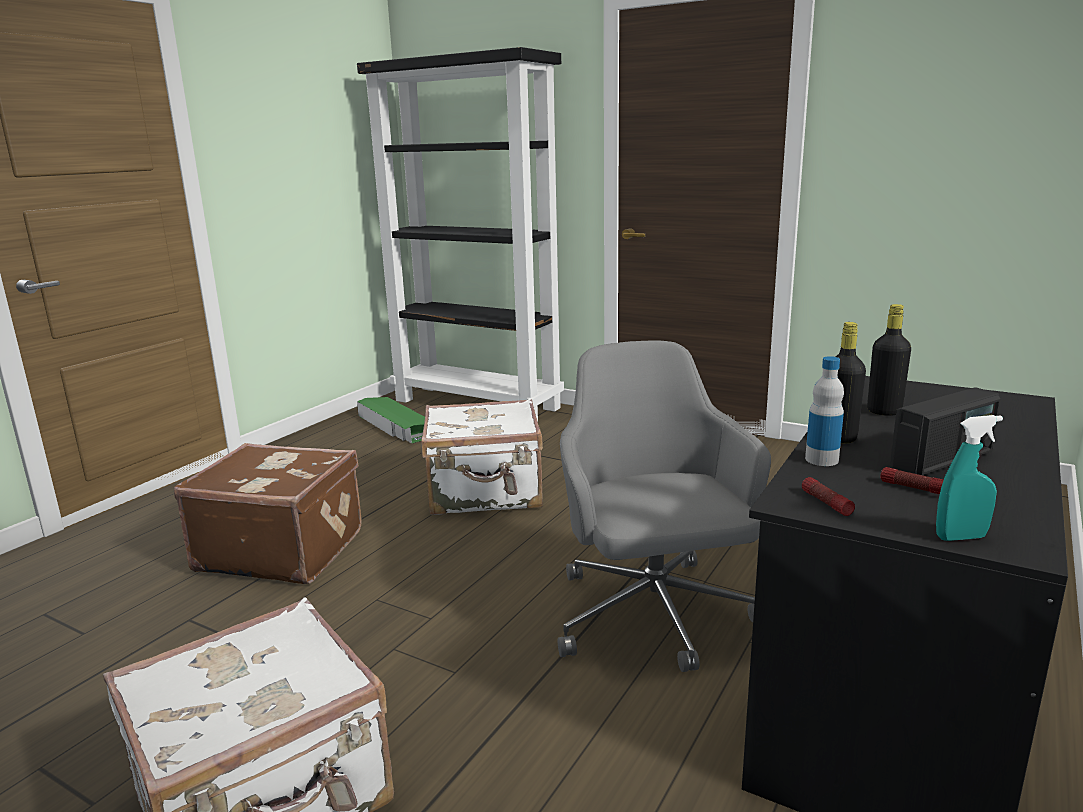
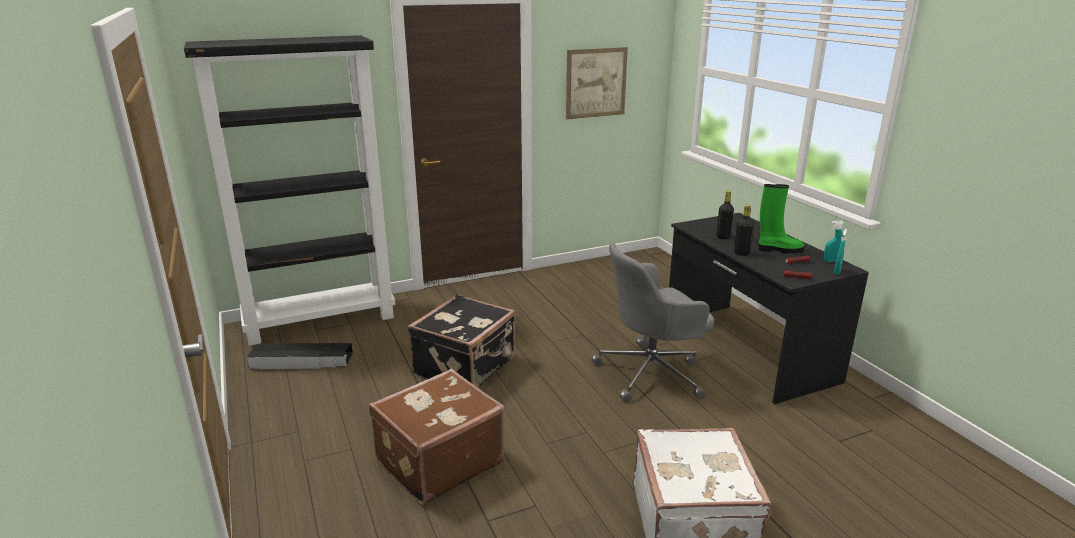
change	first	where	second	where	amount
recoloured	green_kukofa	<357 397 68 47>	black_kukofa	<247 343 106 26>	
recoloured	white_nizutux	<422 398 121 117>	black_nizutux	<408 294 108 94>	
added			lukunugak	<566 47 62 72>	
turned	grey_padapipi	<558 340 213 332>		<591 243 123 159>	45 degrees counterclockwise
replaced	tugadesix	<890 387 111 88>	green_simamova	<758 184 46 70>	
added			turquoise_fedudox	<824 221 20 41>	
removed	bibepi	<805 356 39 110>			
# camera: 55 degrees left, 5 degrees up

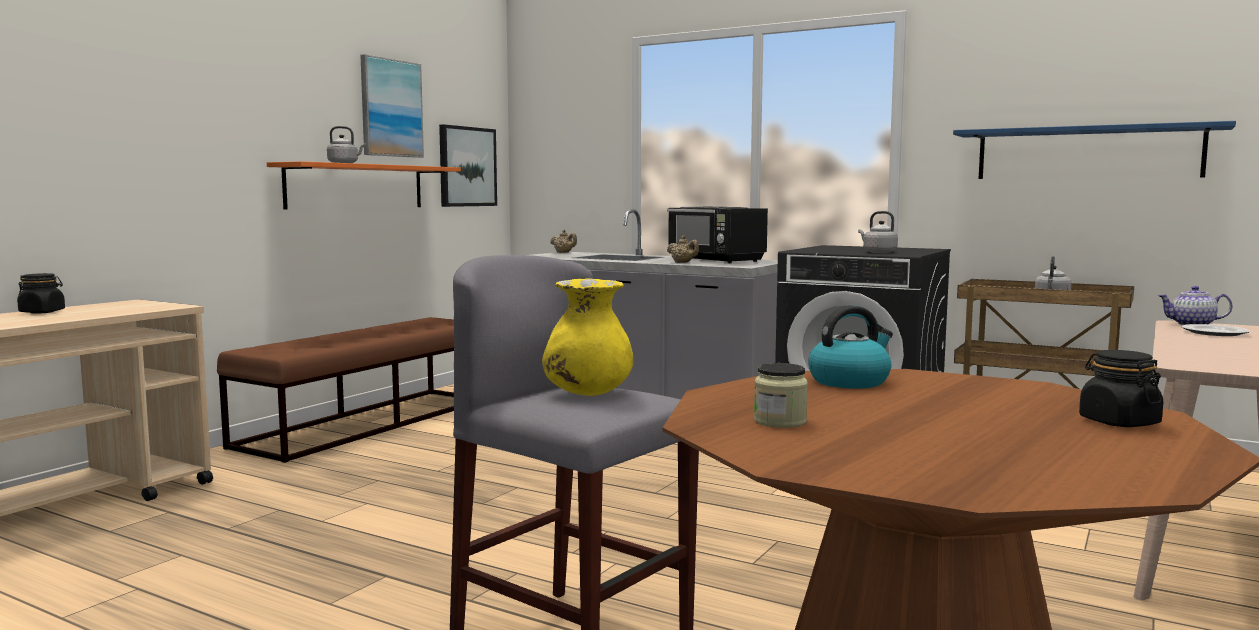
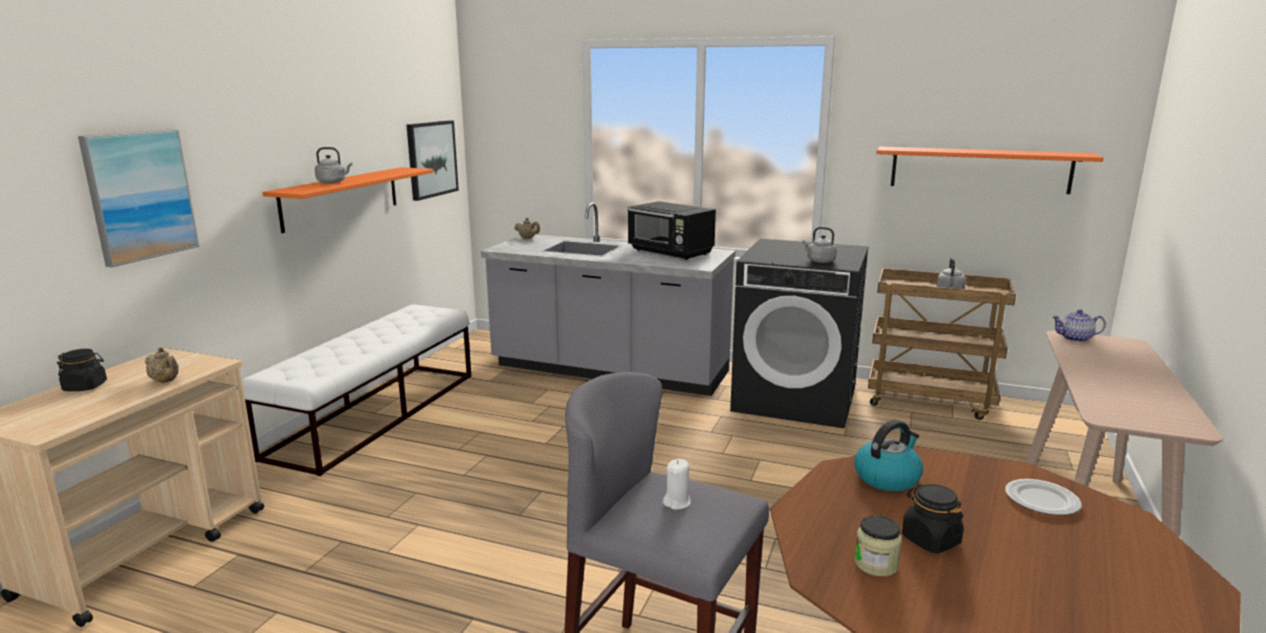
change	first	where	second	where	amount
moved	lukunugak	<360 54 64 104>		<78 129 122 138>	
moved	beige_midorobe	<667 236 32 27>		<145 347 34 36>	
recoloured	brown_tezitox	<217 317 237 146>	white_tezitox	<242 304 229 172>	
replaced	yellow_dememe	<542 278 91 118>	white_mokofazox	<662 459 29 51>	
recoloured	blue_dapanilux	<953 121 283 58>	orange_dapanilux	<876 146 228 48>	
moved	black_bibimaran	<1079 350 84 77>		<902 484 62 70>	
moved	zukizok	<1181 324 69 12>		<1005 479 77 36>	
# camera: 10 degrees left, 10 degrees up

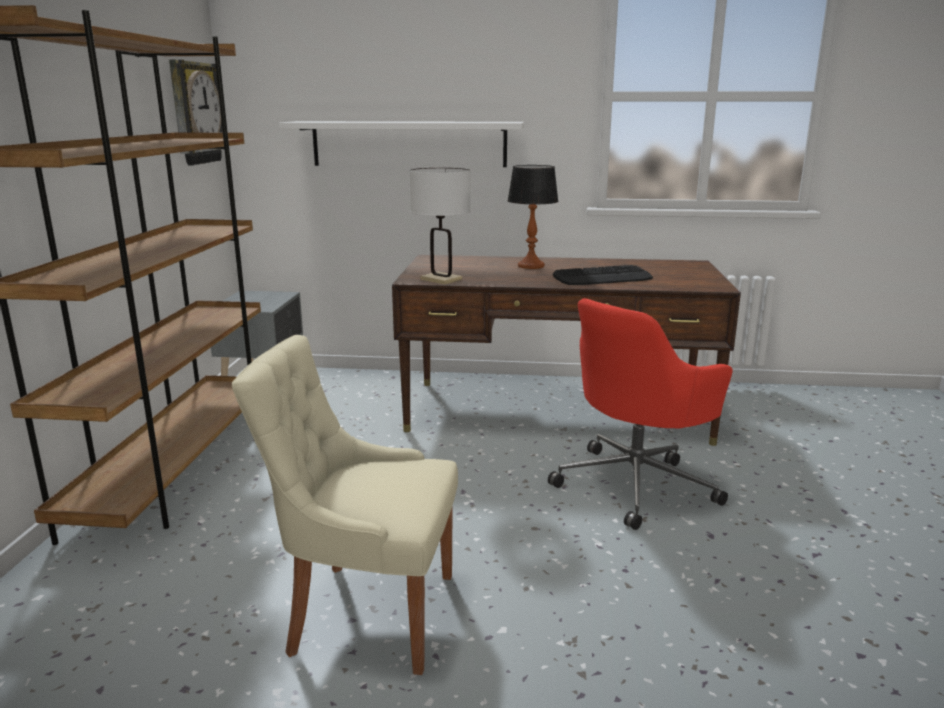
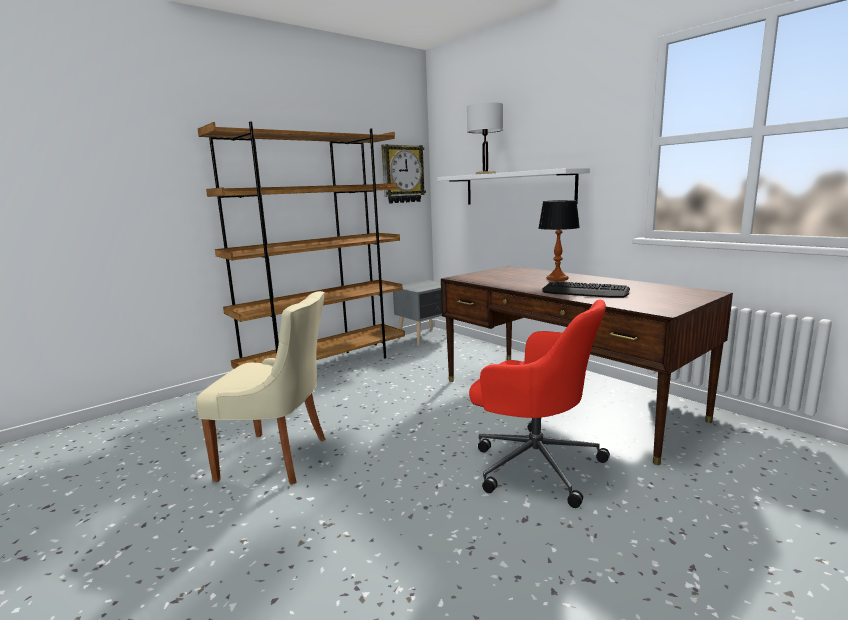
change	first	where	second	where	amount
turned	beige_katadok	<232 335 226 340>		<196 291 130 194>	135 degrees clockwise
moved	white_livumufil	<409 168 61 116>		<467 102 36 72>	
turned	red_padapipi	<548 298 185 232>		<469 299 141 209>	150 degrees counterclockwise
# camera: 45 degrees right, 5 degrees down

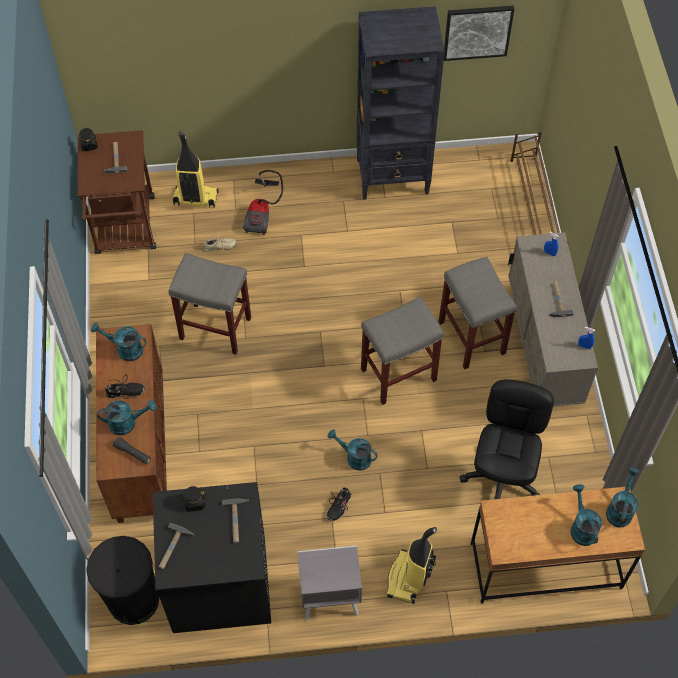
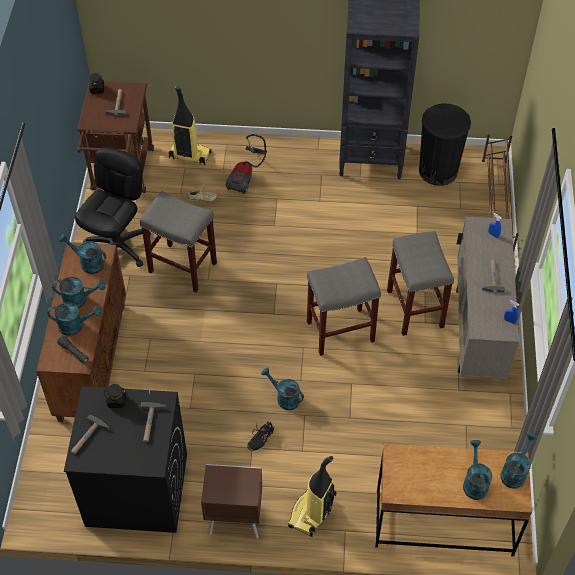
change	first	where	second	where	amount
replaced	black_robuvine	<105 375 40 25>	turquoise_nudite	<52 277 53 31>	
moved	black_padapipi	<460 379 94 120>		<75 147 76 120>	
recoloured	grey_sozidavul	<298 545 64 76>	brown_sozidavul	<201 464 61 75>	
moved	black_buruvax	<86 536 74 89>		<419 103 52 83>	
removed	lukunugak	<444 6 70 55>			
# camera: 10 degrees right, 5 degrees down

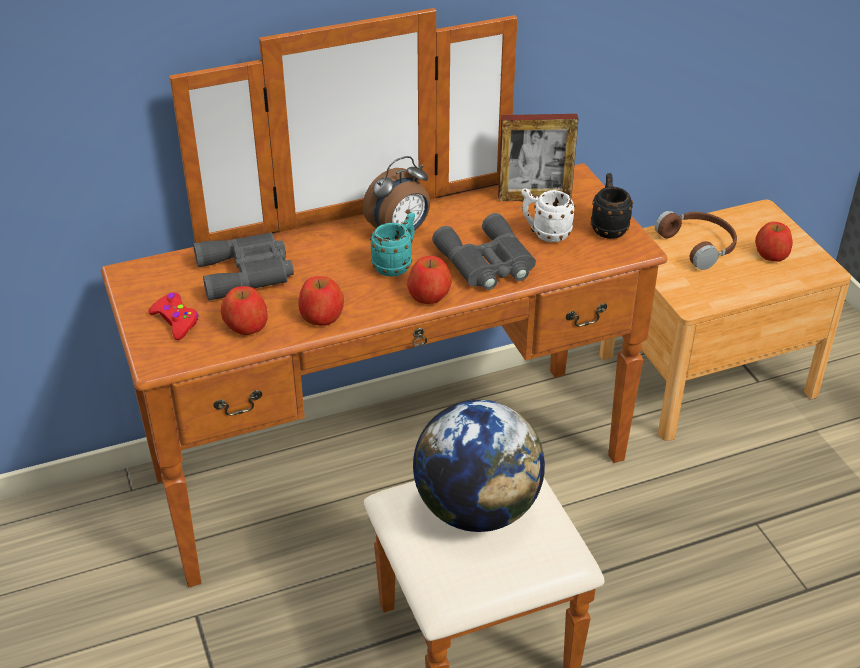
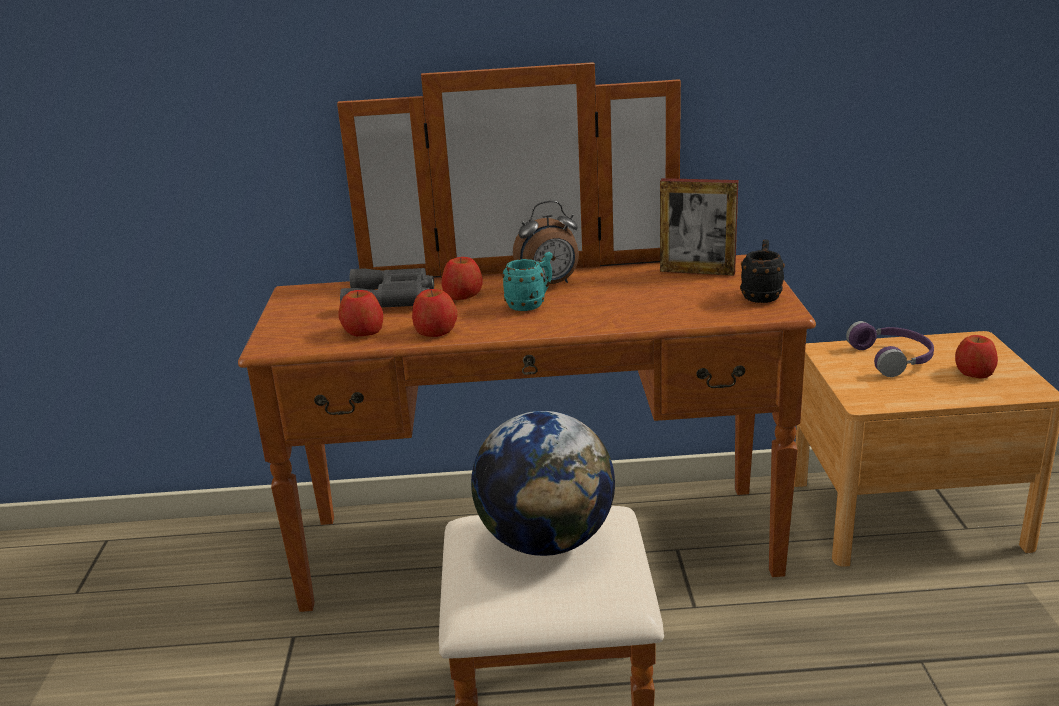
change	first	where	second	where	amount
moved	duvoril	<407 256 45 48>		<441 257 42 43>	
recoloured	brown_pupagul	<655 211 82 59>	purple_pupagul	<846 321 88 56>	
removed	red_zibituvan	<148 292 50 48>			
removed	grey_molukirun	<432 213 104 77>			
removed	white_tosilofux	<521 189 54 53>			
# camera: 20 degrees right, 15 degrees down

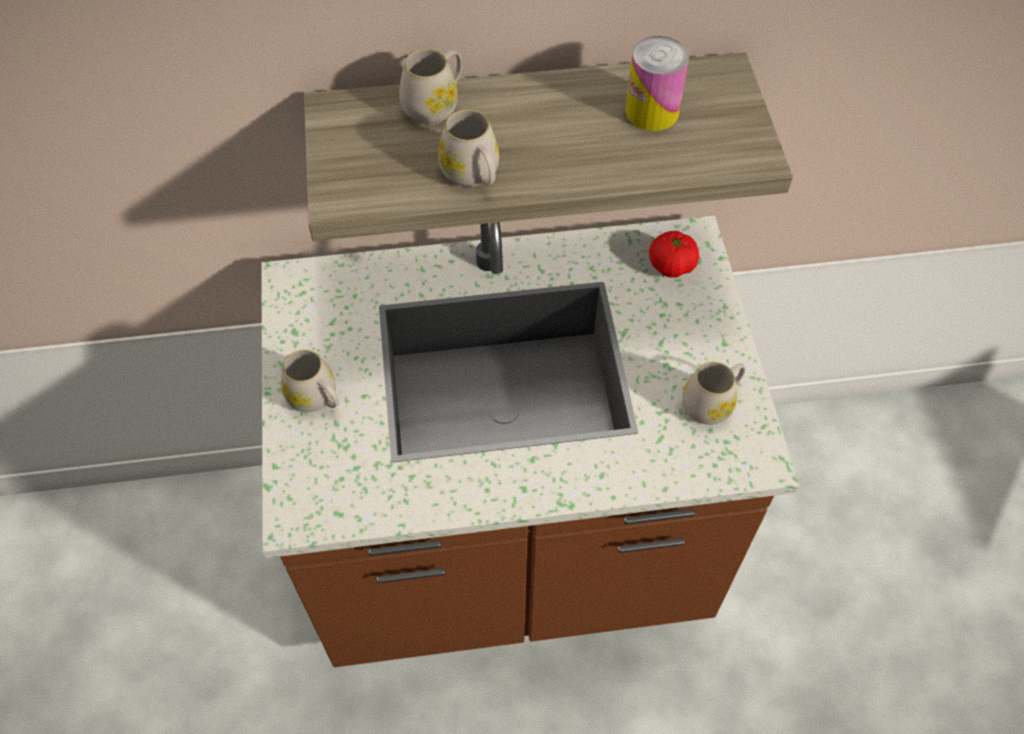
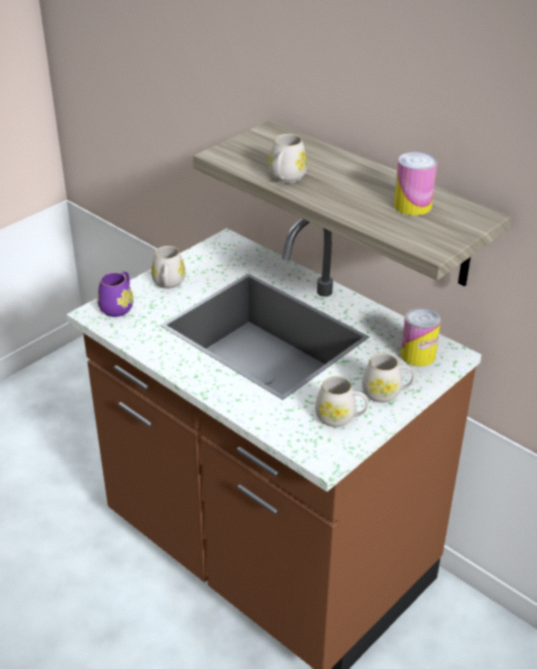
change	first	where	second	where	amount
added			purple_tosilofux	<97 271 36 46>	
moved	white_tosilofux	<399 49 63 76>		<362 353 52 50>	
replaced	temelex	<649 231 50 46>	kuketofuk	<401 308 40 58>	
# camera: 50 degrees right, 20 degrees down

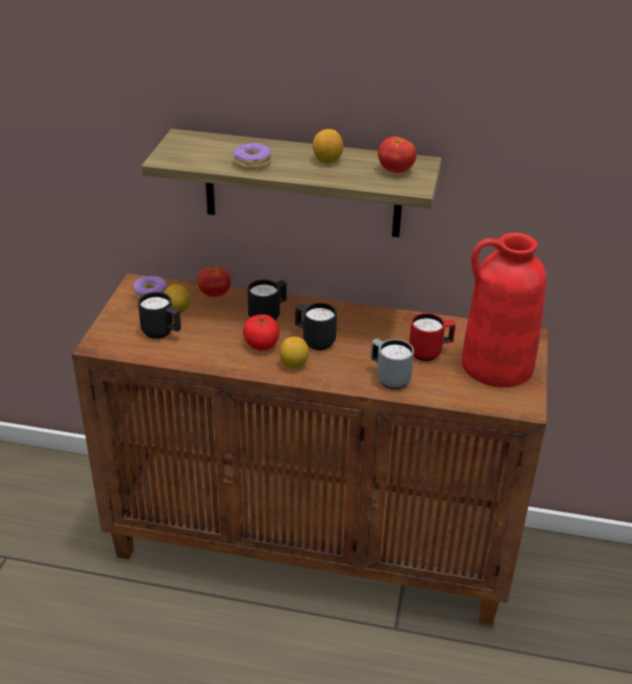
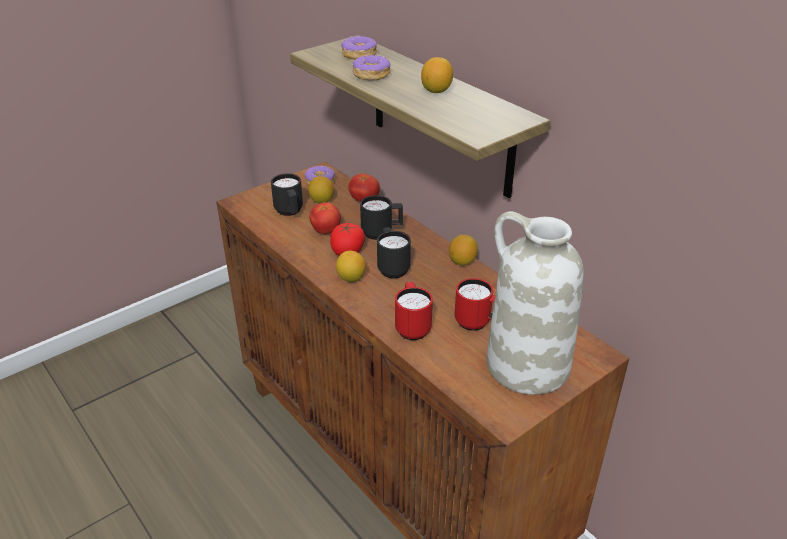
change	first	where	second	where	amount
moved	temelex	<378 137 39 36>		<310 202 31 32>	
added			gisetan	<341 36 36 24>	
recoloured	grey_tosilofux	<371 338 43 51>	red_tosilofux	<395 282 38 58>	
added			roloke	<449 235 29 31>	
recoloured	red_dememe	<461 233 86 154>	white_dememe	<487 211 97 184>	
# camera: 40 degrees right, 0 degrees up

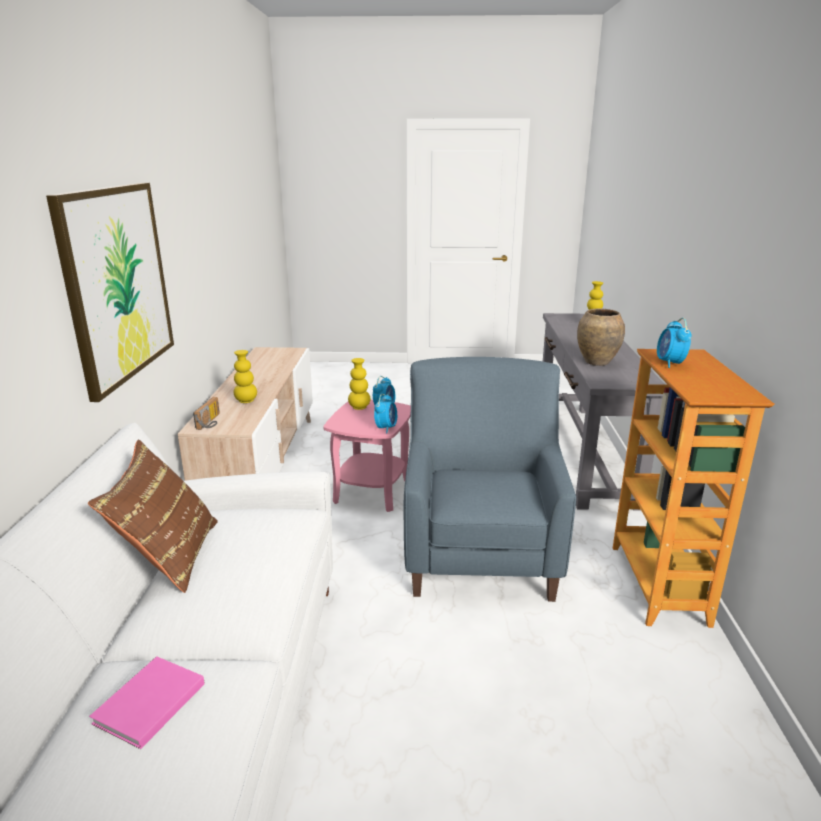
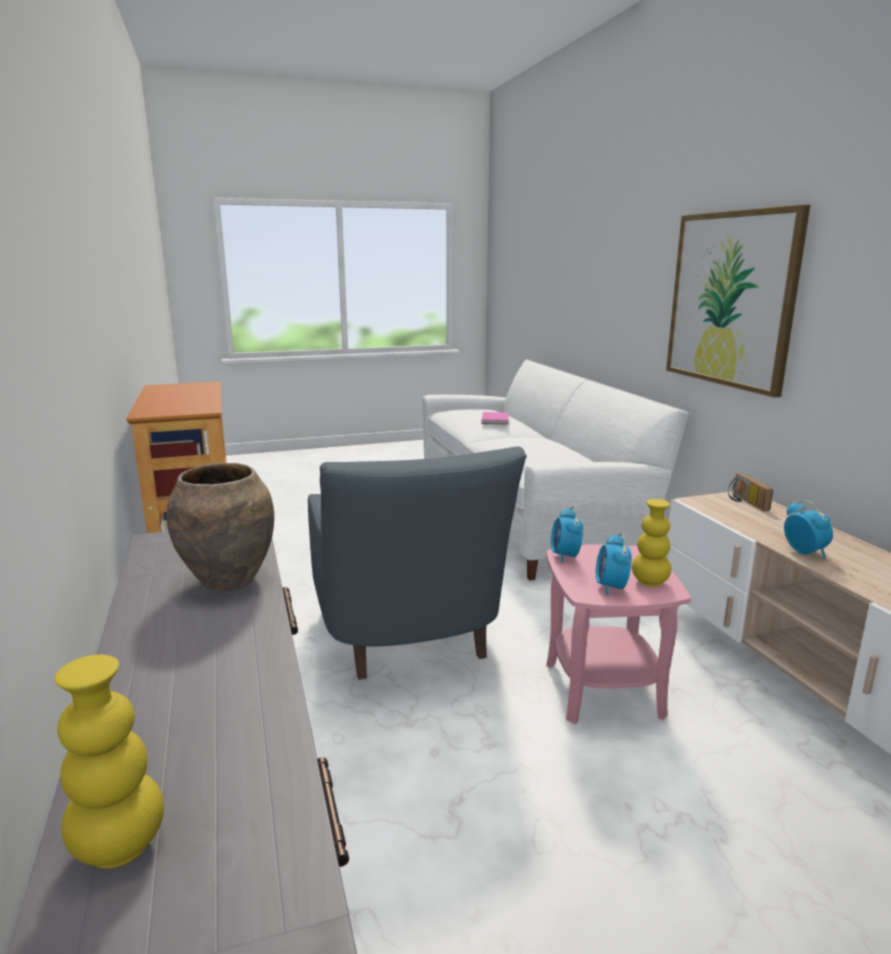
change	first	where	second	where	amount
moved	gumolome	<657 318 35 50>		<784 500 49 59>	
removed	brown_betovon	<88 440 130 153>			
removed	yellow_dememe	<234 350 23 53>			
# camera: 160 degrees right, 5 degrees down

